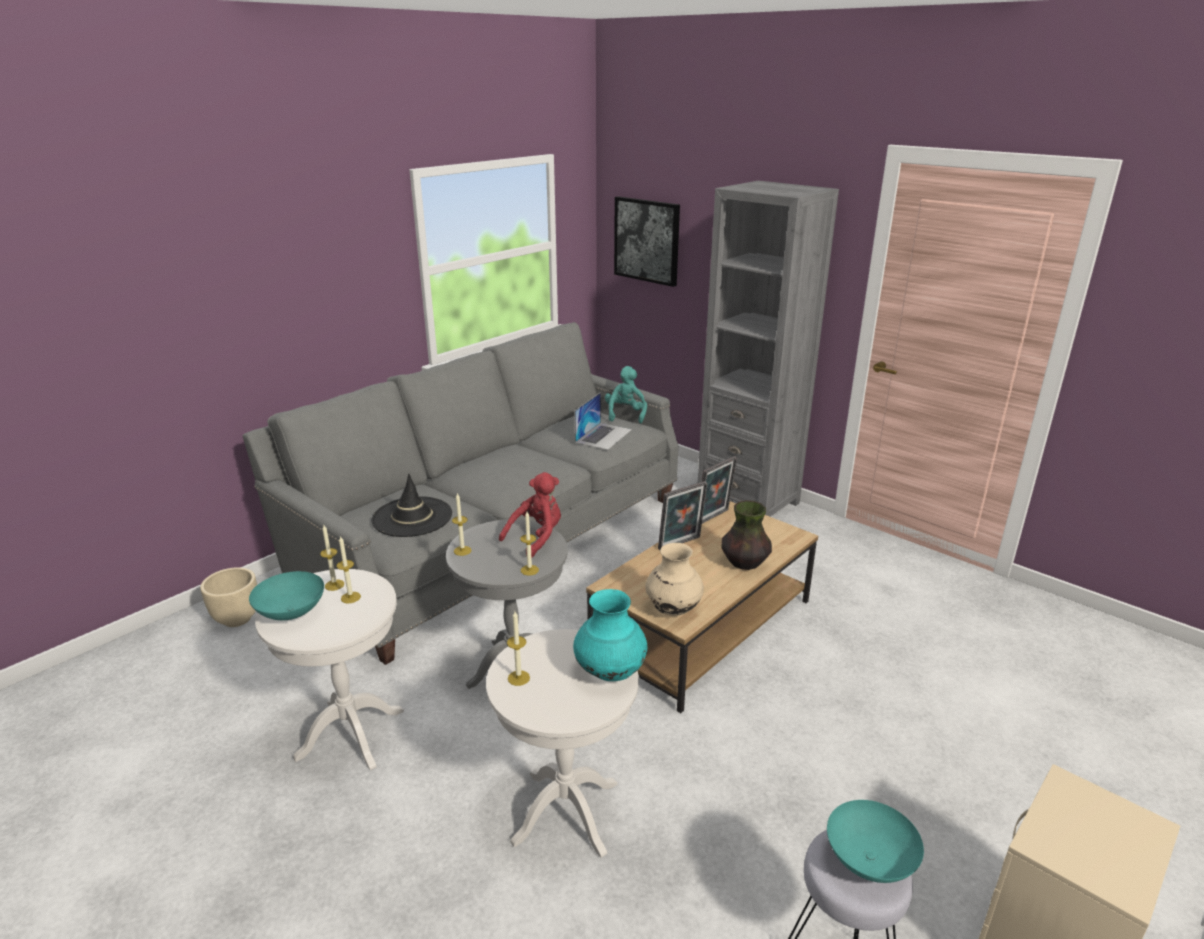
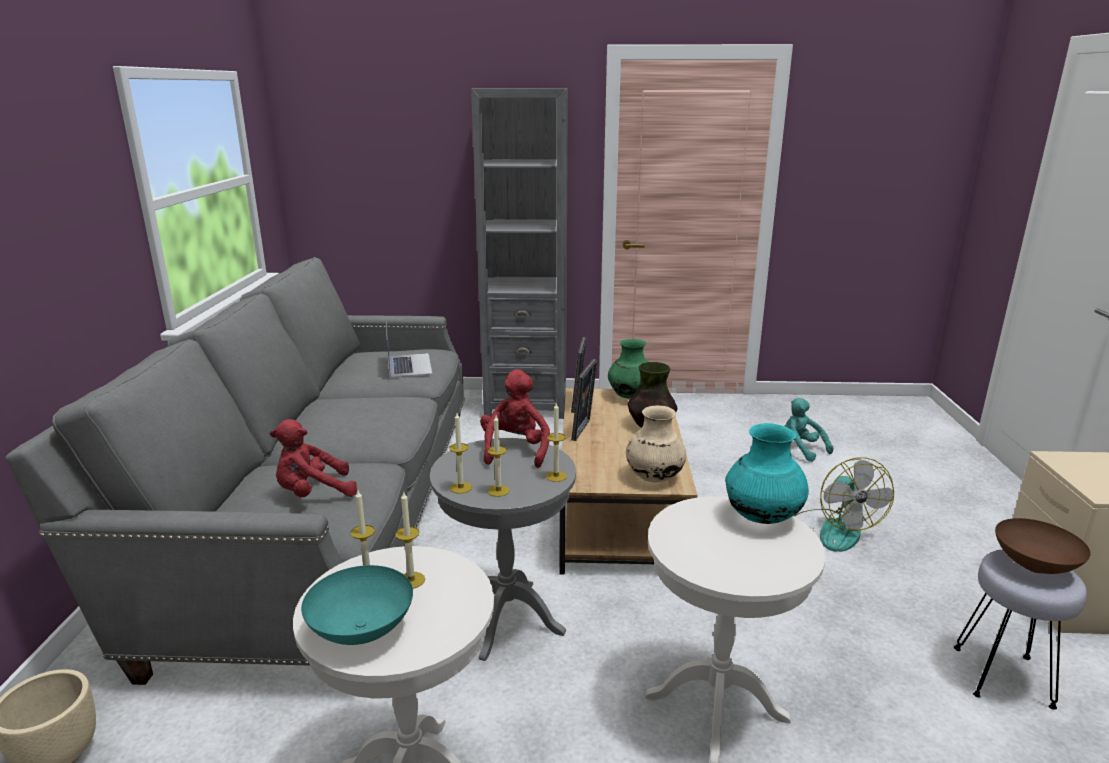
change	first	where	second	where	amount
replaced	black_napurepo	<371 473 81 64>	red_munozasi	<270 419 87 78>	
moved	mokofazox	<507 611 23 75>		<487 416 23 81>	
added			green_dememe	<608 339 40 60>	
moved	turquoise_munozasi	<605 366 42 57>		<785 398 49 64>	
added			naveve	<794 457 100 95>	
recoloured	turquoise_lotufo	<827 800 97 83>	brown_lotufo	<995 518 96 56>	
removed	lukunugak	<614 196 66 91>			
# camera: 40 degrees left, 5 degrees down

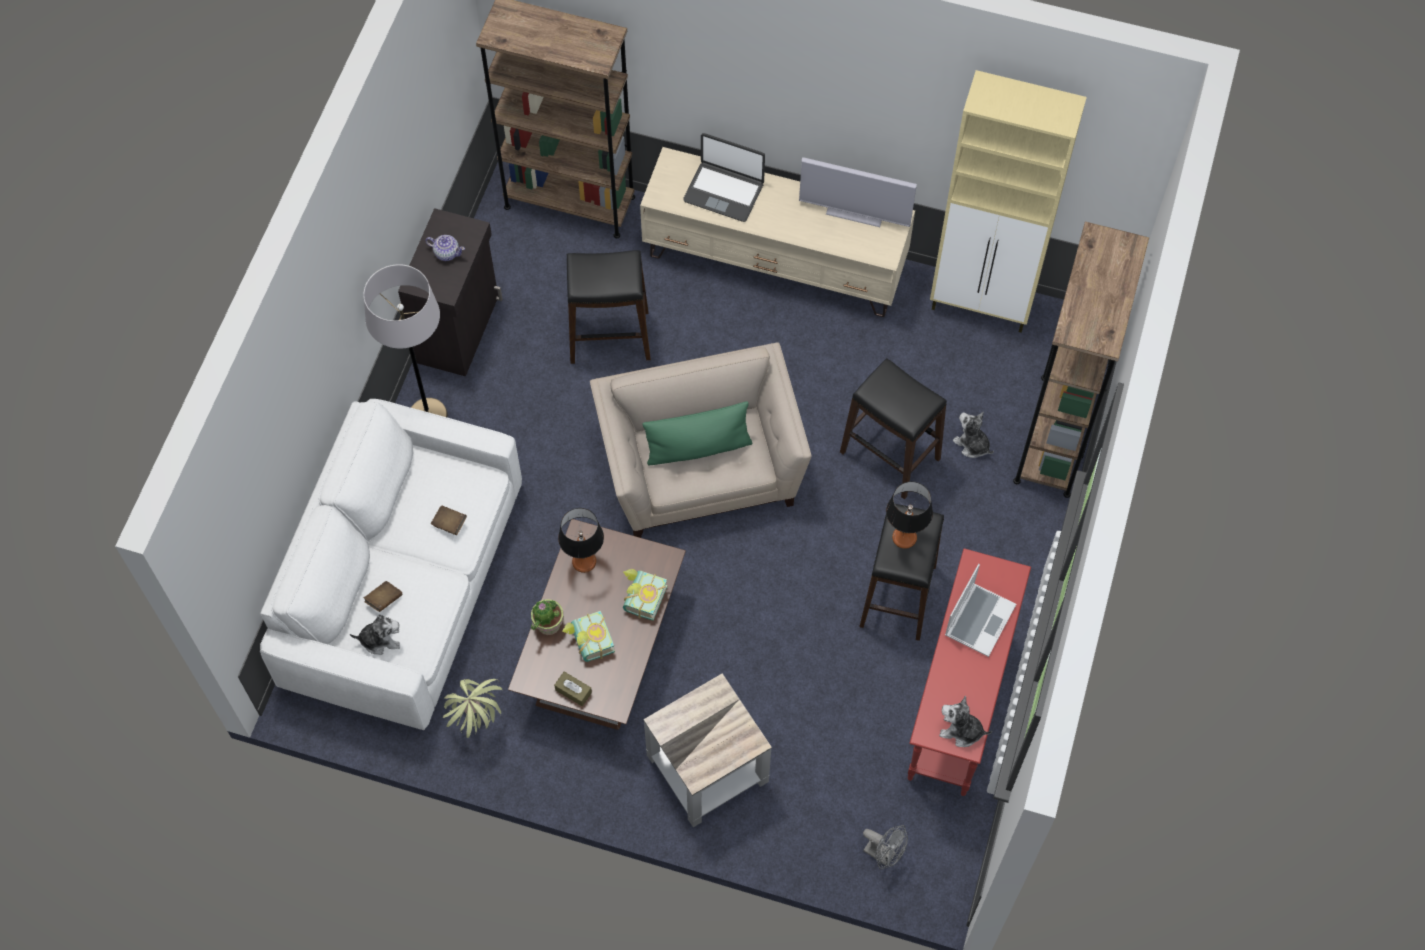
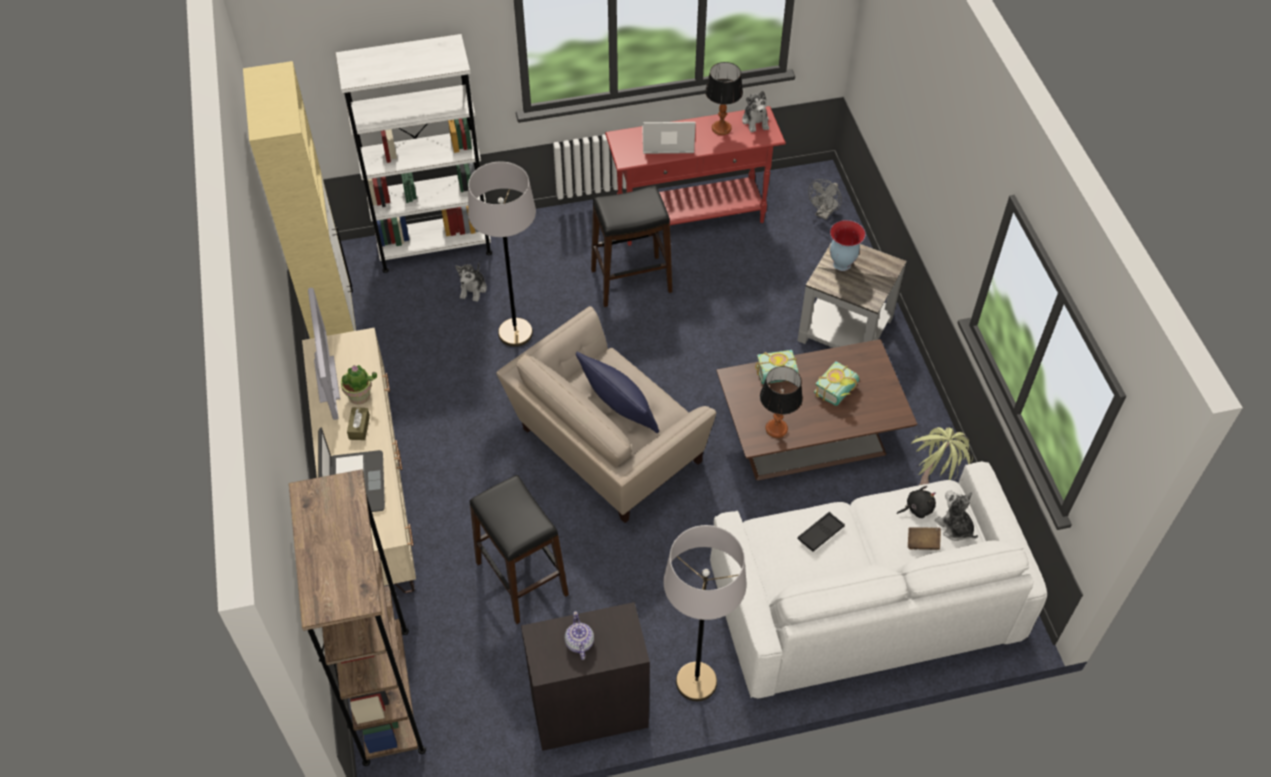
change	first	where	second	where	amount
recoloured	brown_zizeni	<1013 222 136 276>	white_zizeni	<336 34 156 239>	
moved	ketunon	<531 599 33 36>		<341 365 36 40>	
moved	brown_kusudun	<554 672 38 34>		<347 408 23 32>	
replaced	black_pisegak	<840 358 107 142>	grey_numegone	<468 162 68 185>	
recoloured	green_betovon	<642 401 110 65>	blue_betovon	<576 352 83 81>	
moved	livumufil	<886 481 47 68>		<705 62 38 73>	
replaced	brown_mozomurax	<431 506 36 29>	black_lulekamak	<798 512 47 40>	
turned	grey_naveve	<863 825 45 45>		<808 179 34 41>	150 degrees counterclockwise
added			dememe	<830 220 36 51>	
added			black_munozasi	<897 486 39 32>	
# camera: 120 degrees left, 10 degrees down

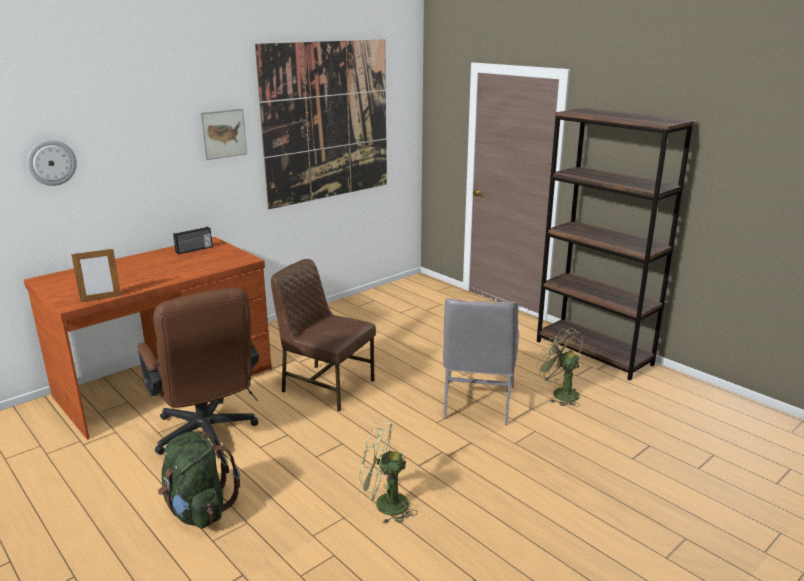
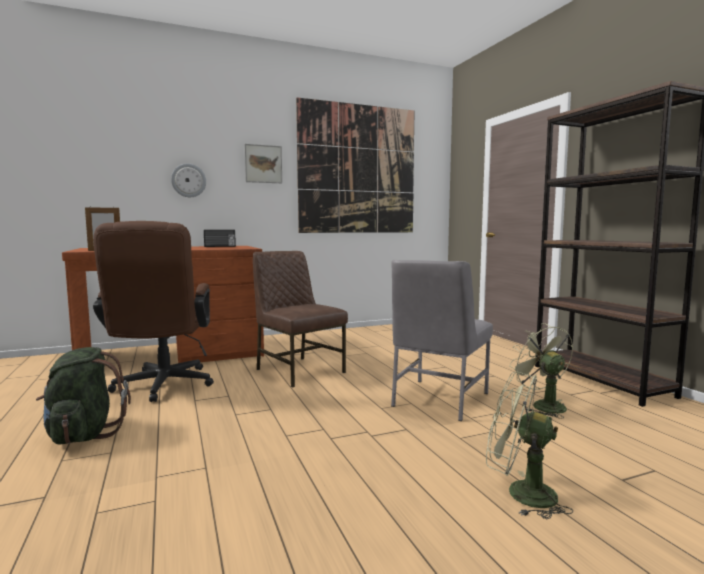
change	first	where	second	where	amount
moved	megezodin	<27 140 50 46>		<171 163 35 34>	
moved	green_naveve	<358 421 60 103>		<486 372 87 147>	
# camera: 20 degrees right, 15 degrees down

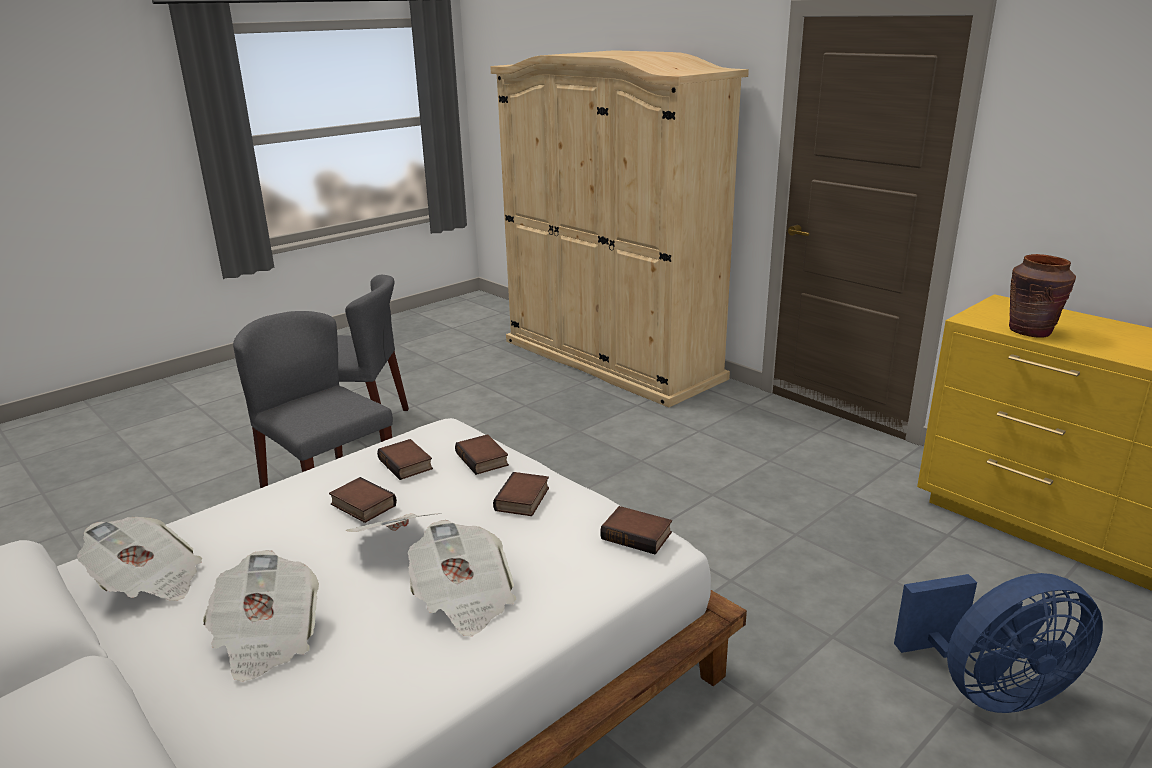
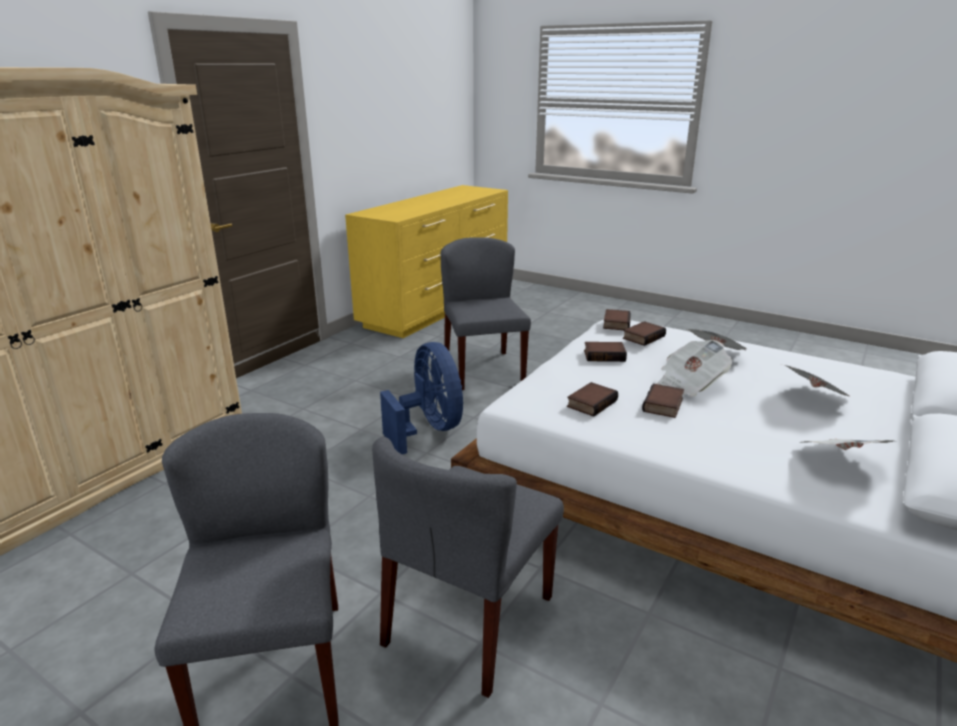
change	first	where	second	where	amount
moved	blue_naveve	<894 573 209 140>		<380 342 83 112>	
added			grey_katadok	<441 237 90 153>	
moved	mozomurax	<455 434 54 41>		<623 321 43 25>	
removed	brown_dememe	<1009 254 67 83>			
# camera: 105 degrees left, 0 degrees up

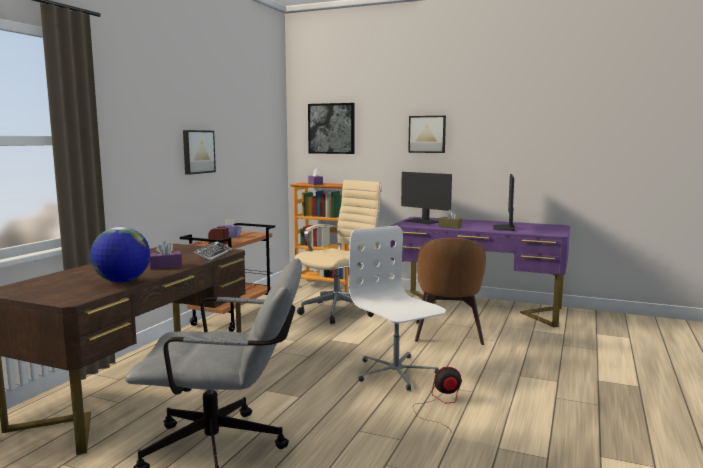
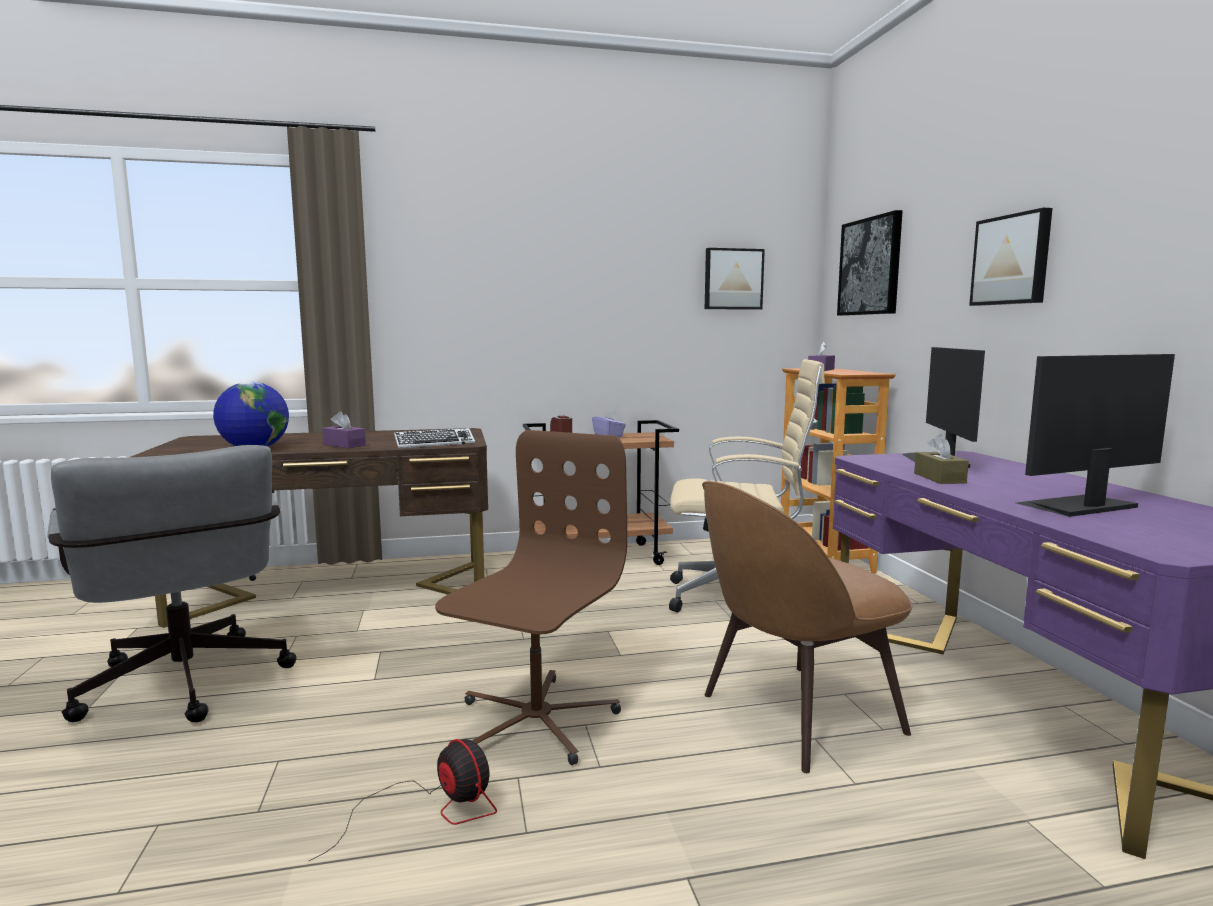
change	first	where	second	where	amount
recoloured	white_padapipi	<348 226 98 164>	brown_padapipi	<435 430 192 335>	
moved	lukunugak	<183 130 33 45>		<705 248 60 62>	
# camera: 55 degrees right, 0 degrees up

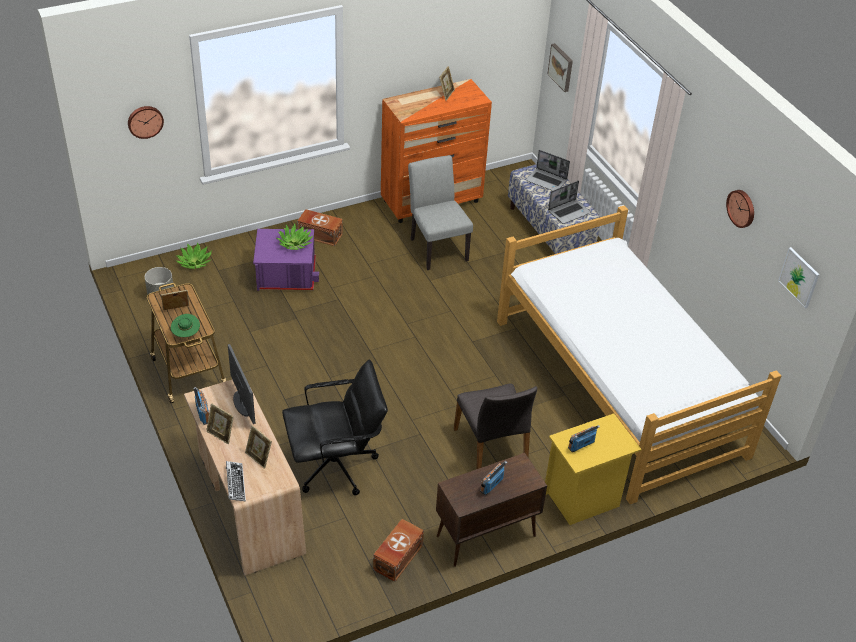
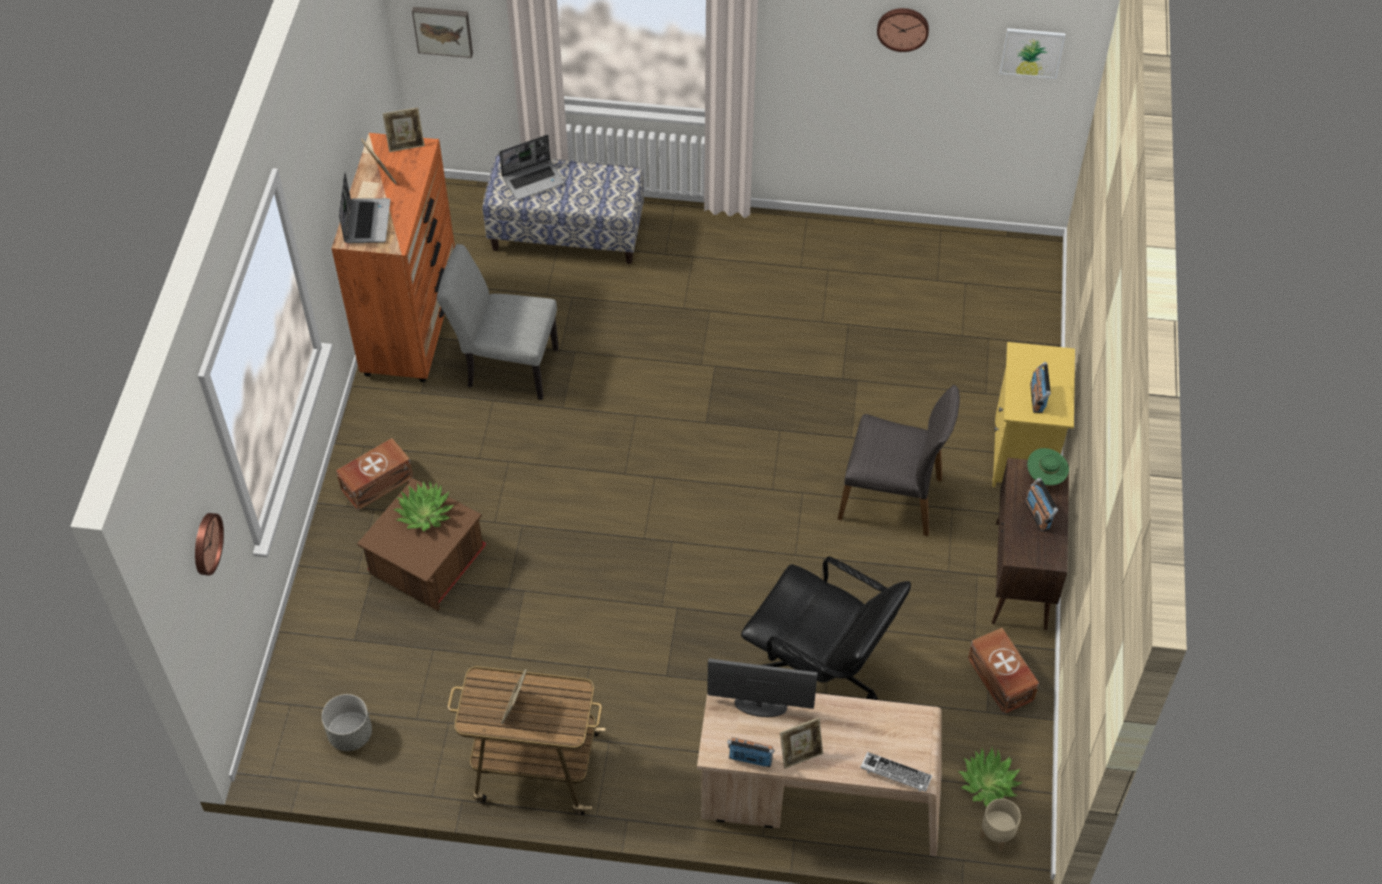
change	first	where	second	where	amount
moved	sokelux	<548 181 43 43>		<339 173 51 70>	
recoloured	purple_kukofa	<253 229 66 62>	brown_kukofa	<357 478 129 133>	
moved	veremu	<245 425 27 44>		<382 108 43 44>	
turned	black_padapipi	<282 360 106 136>		<741 556 170 144>	105 degrees clockwise
moved	ketunon	<176 242 36 27>		<958 748 64 59>	
added			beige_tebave	<979 799 42 53>	
moved	green_napurepo	<171 314 29 23>		<1027 448 42 37>	
removed	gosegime	<497 205 284 299>			
# camera: 55 degrees left, 10 degrees up

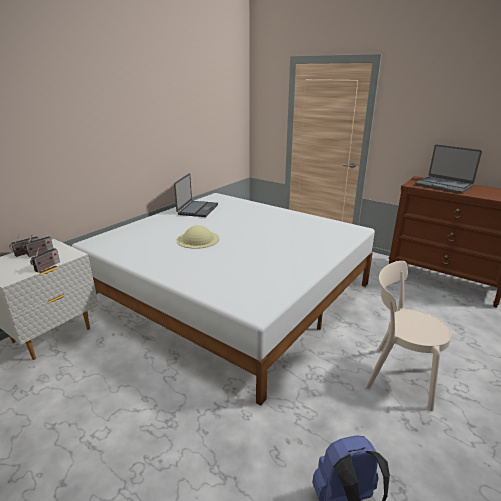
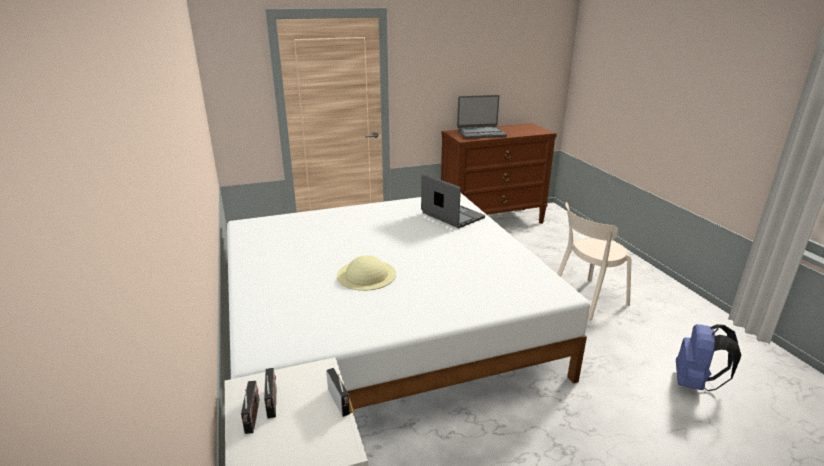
change	first	where	second	where	amount
moved	sokelux	<174 173 44 44>		<421 174 64 54>	
# camera: 55 degrees left, 0 degrees up

